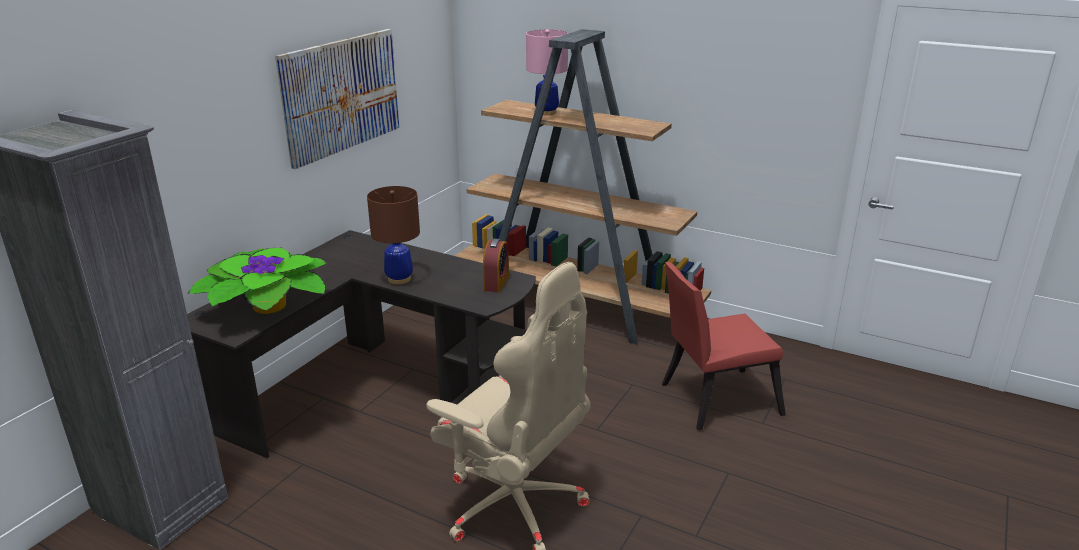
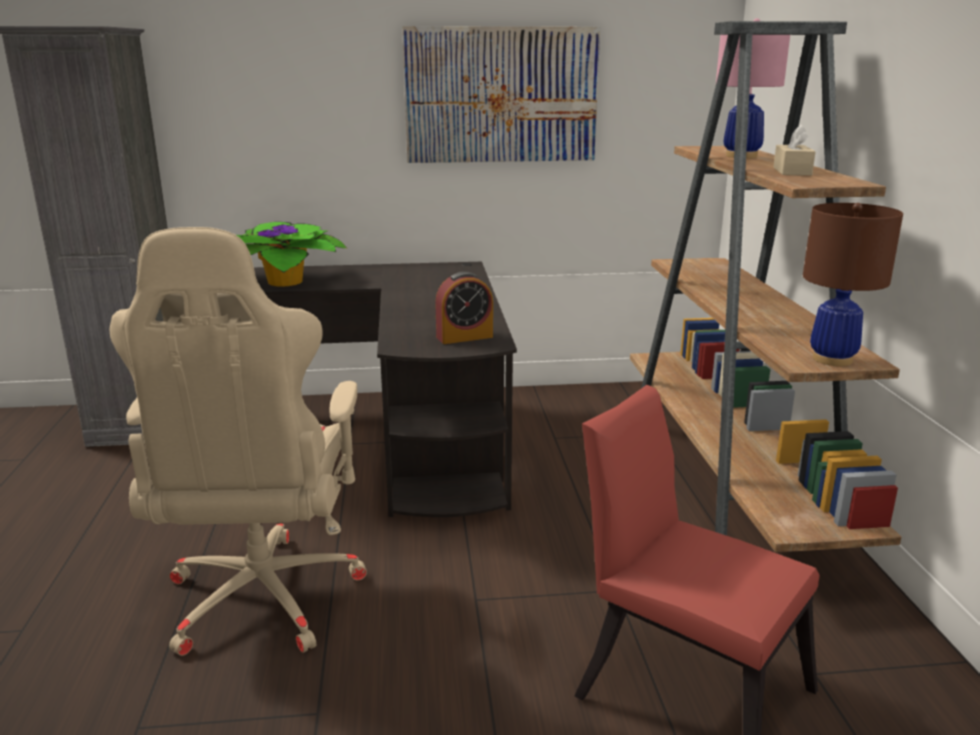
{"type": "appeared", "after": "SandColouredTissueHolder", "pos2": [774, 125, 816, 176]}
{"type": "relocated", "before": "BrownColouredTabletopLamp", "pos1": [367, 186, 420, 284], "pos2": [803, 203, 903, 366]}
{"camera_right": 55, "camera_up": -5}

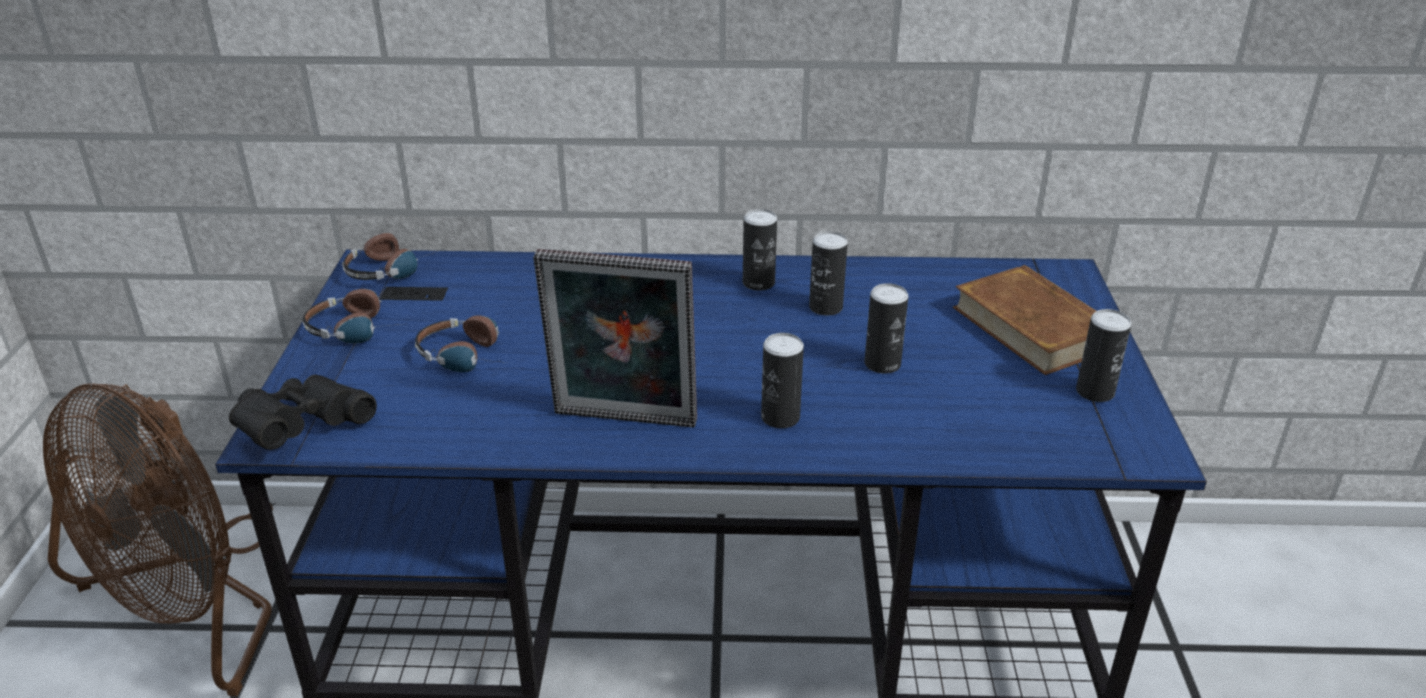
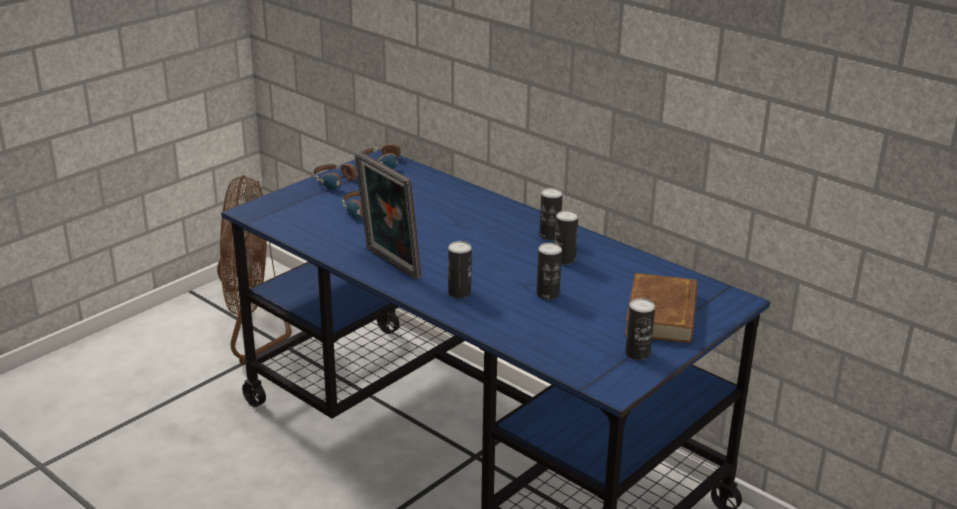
{"type": "missing", "before": "BlackFieldGlasses", "pos1": [229, 375, 377, 450]}
{"camera_right": 40, "camera_up": -5}

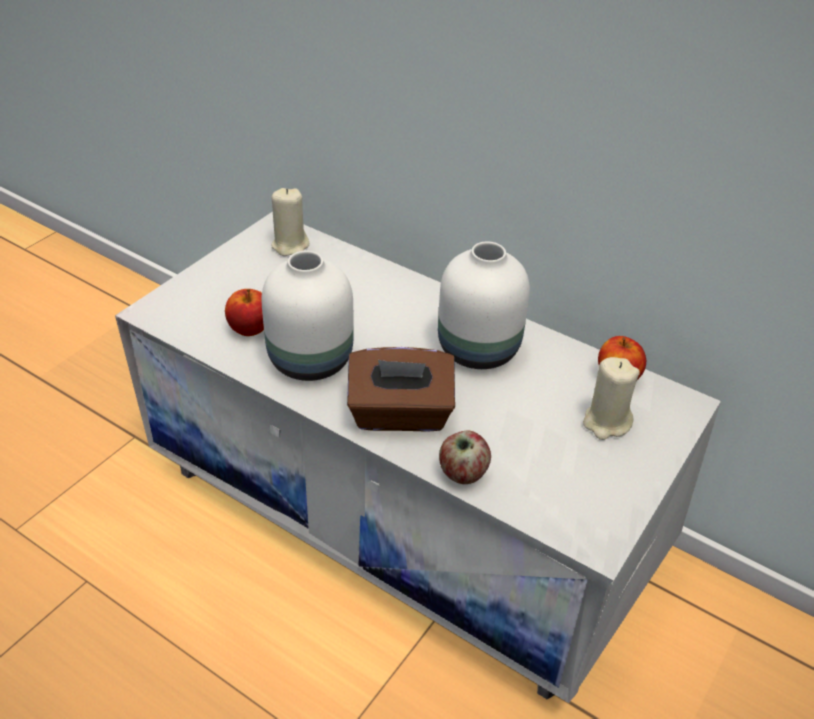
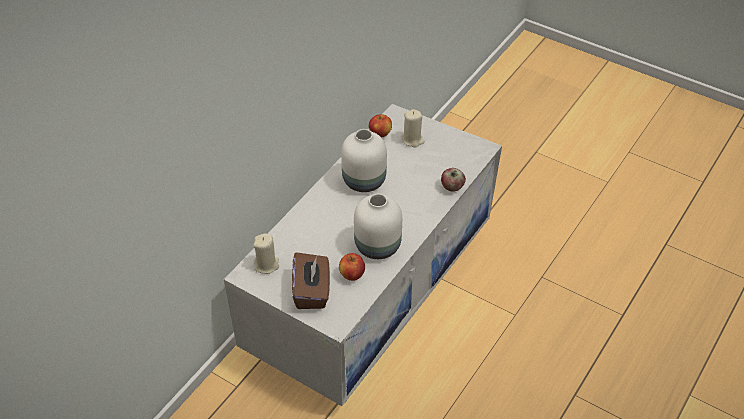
{"type": "relocated", "before": "BrownColouredTissueHolder", "pos1": [347, 347, 455, 432], "pos2": [292, 252, 330, 309]}
{"camera_right": -90, "camera_up": 5}

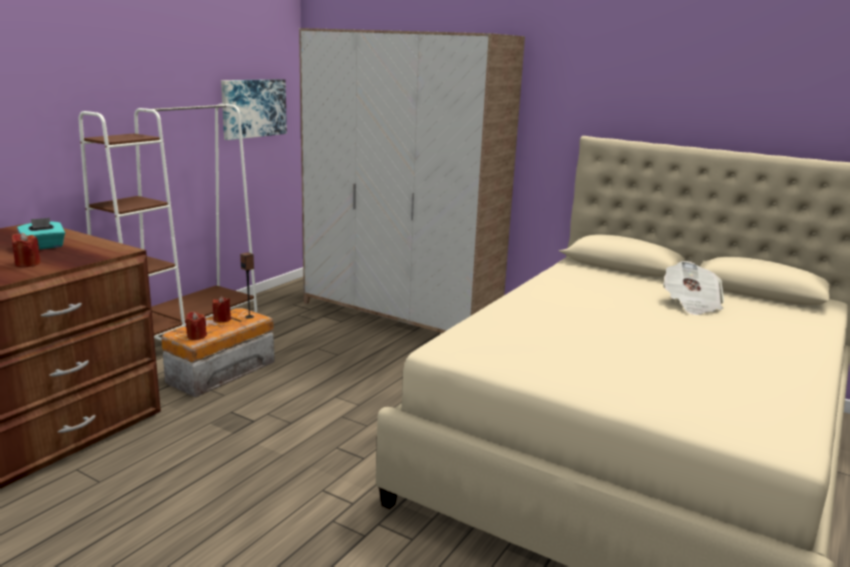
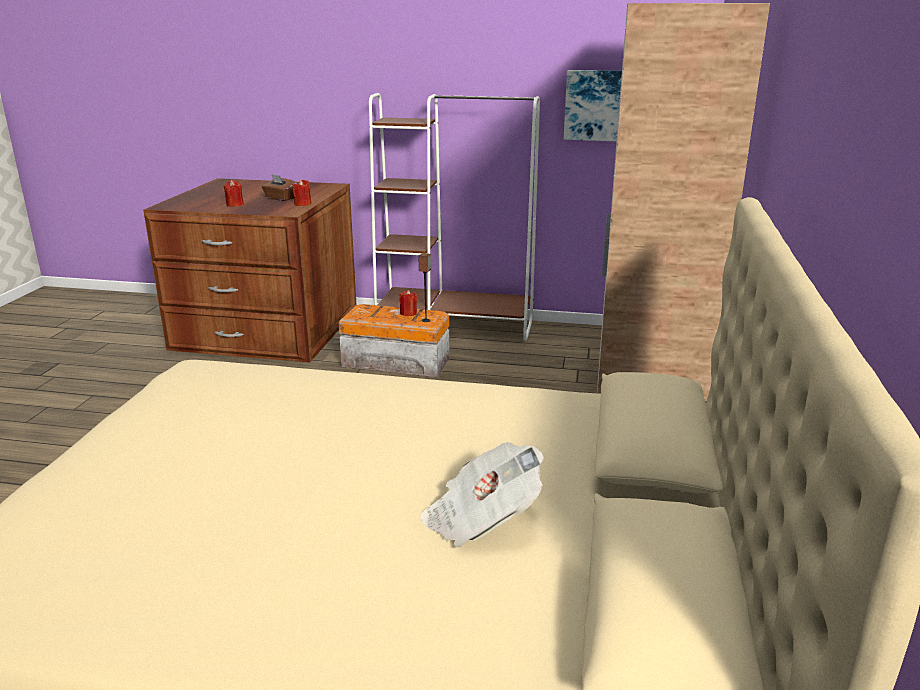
{"type": "colour", "before": "TurquoiseColouredTissueHolder", "after": "BrownColouredTissueHolder", "pos1": [17, 218, 65, 250], "pos2": [262, 174, 297, 201]}
{"type": "relocated", "before": "RedWaxCandle", "pos1": [185, 311, 207, 340], "pos2": [292, 179, 312, 206]}
{"camera_right": 70, "camera_up": 5}

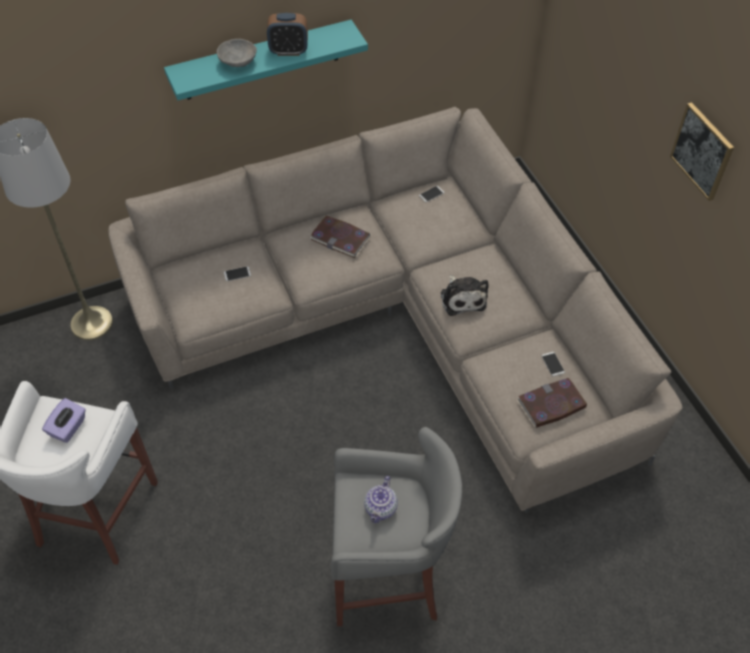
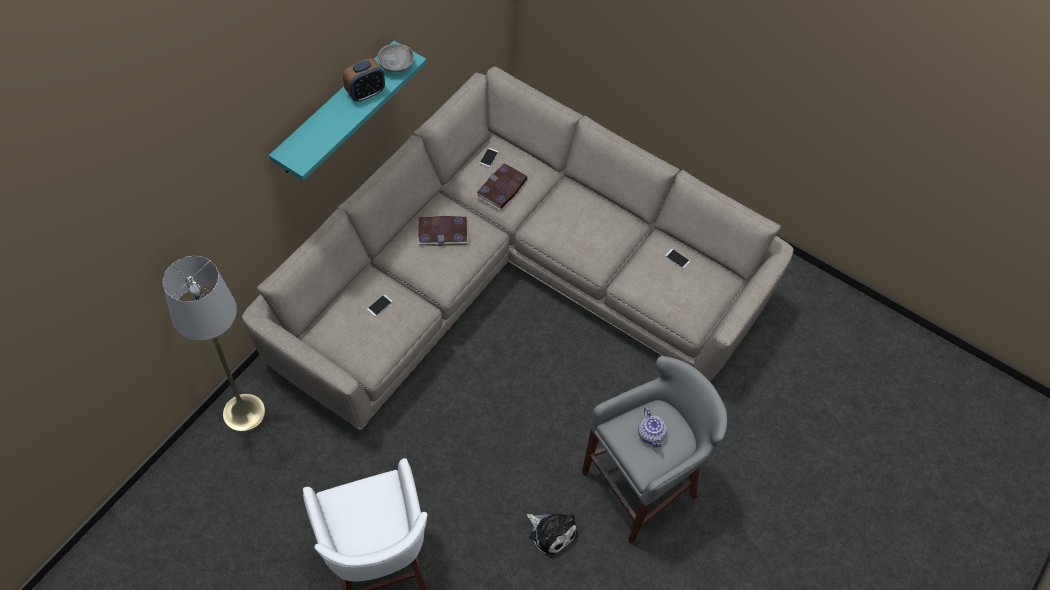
{"type": "relocated", "before": "GreyishServingBowl", "pos1": [217, 39, 257, 67], "pos2": [377, 44, 414, 72]}
{"type": "relocated", "before": "Volume", "pos1": [517, 378, 587, 428], "pos2": [476, 164, 527, 210]}
{"type": "relocated", "before": "PlushToy", "pos1": [441, 275, 489, 316], "pos2": [527, 513, 578, 558]}
{"type": "missing", "before": "PurplishTissueHolder", "pos1": [42, 398, 86, 443]}
{"type": "missing", "before": "WallPicture", "pos1": [670, 102, 734, 201]}
{"camera_right": -35, "camera_up": 5}

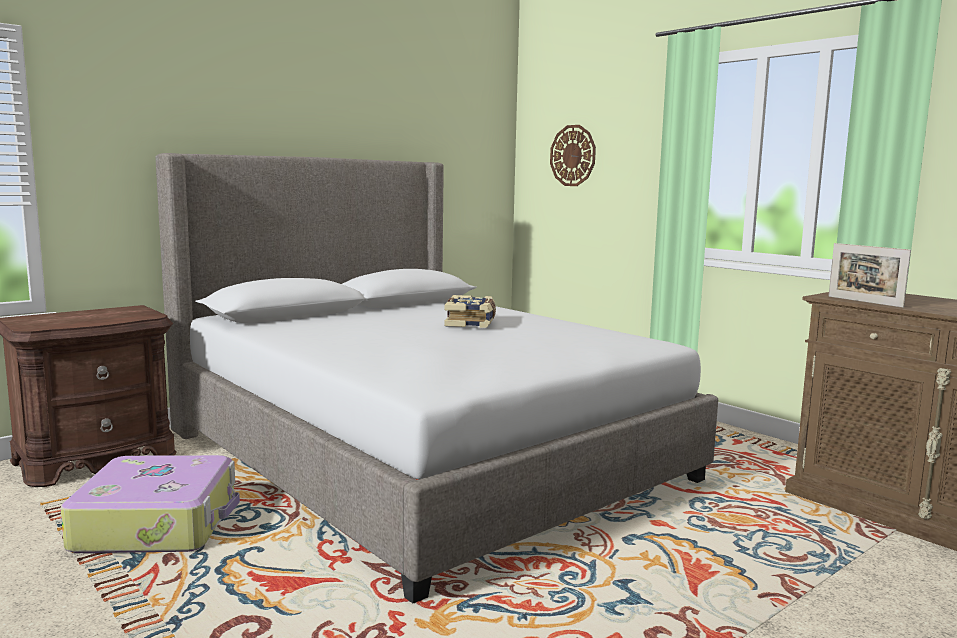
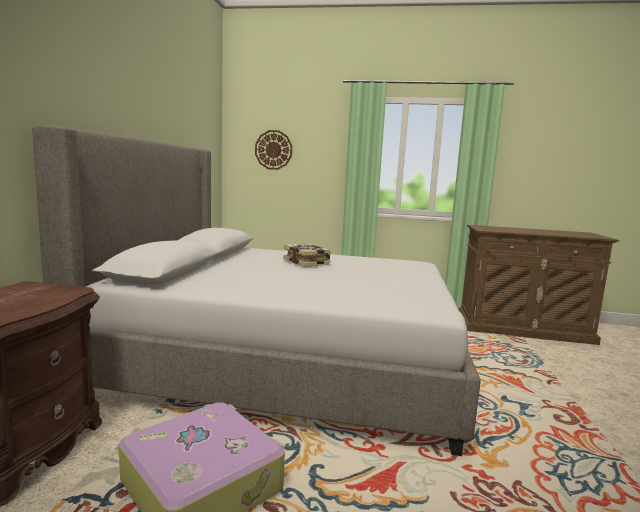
{"type": "missing", "before": "StandingFrame", "pos1": [829, 243, 911, 308]}
{"camera_right": -40, "camera_up": 0}

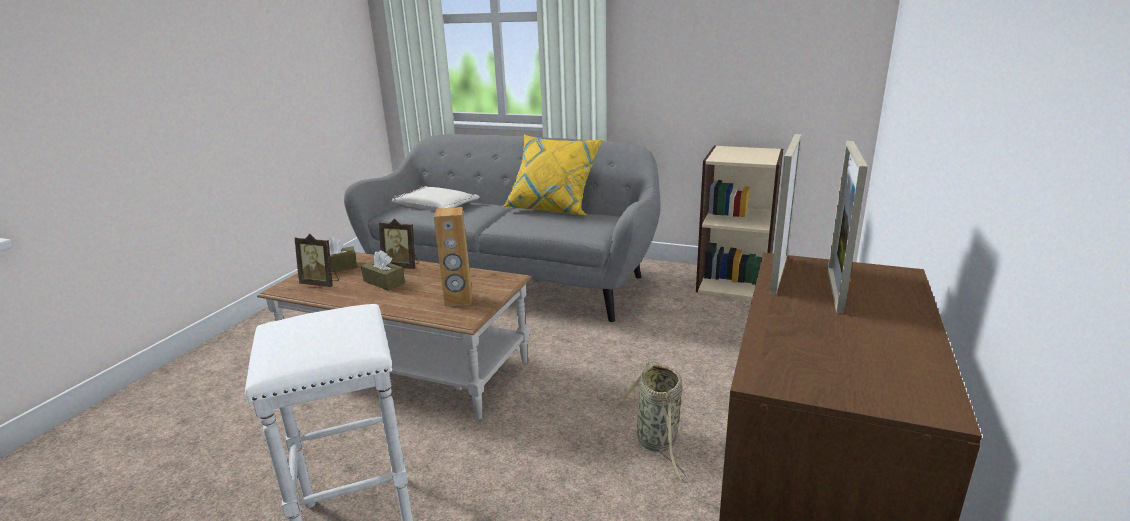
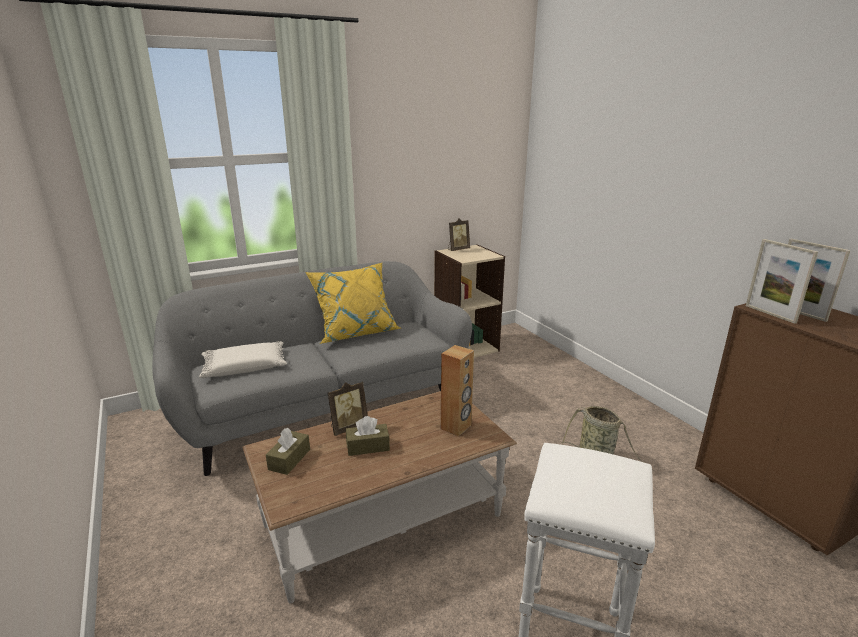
{"type": "relocated", "before": "StandingFrame", "pos1": [295, 234, 339, 287], "pos2": [448, 218, 470, 251]}
{"camera_right": -50, "camera_up": 0}

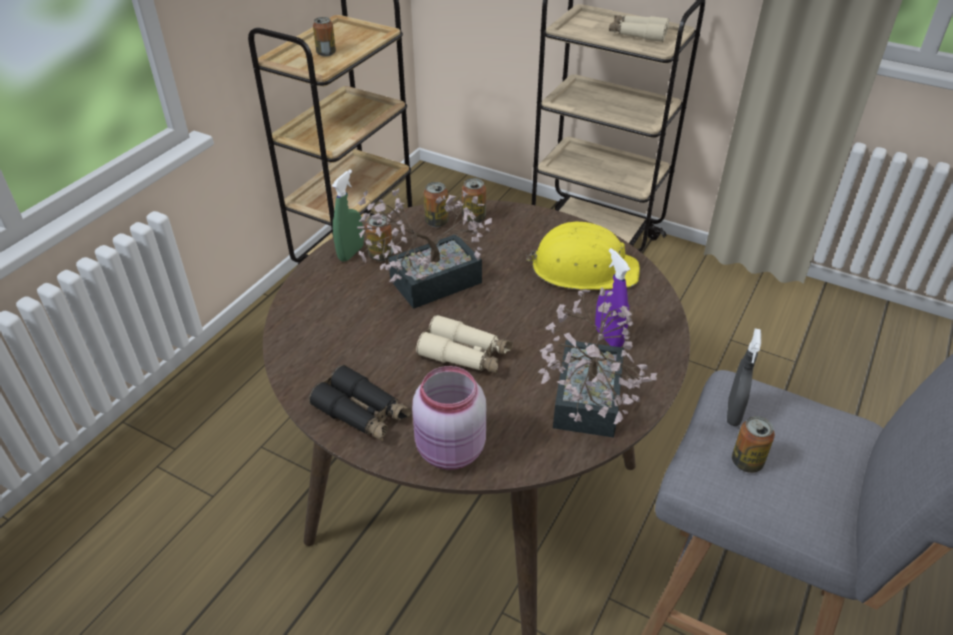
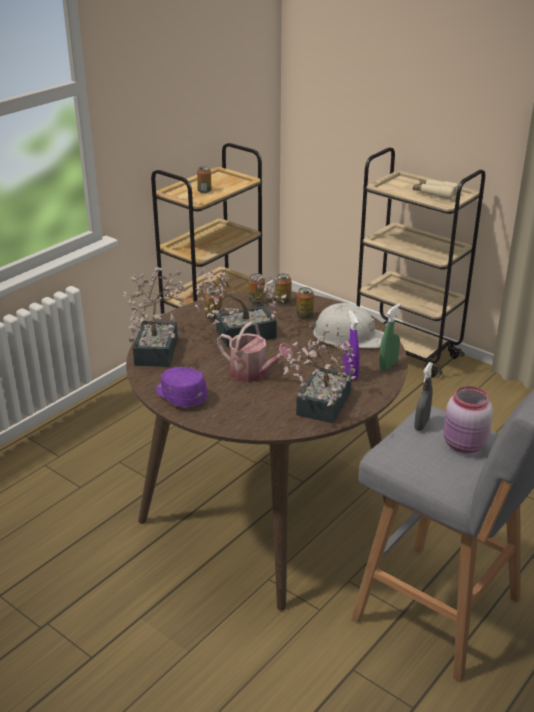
{"type": "appeared", "after": "PottedPlant", "pos2": [123, 267, 186, 367]}
{"type": "exchanged", "before": "BlackFieldGlasses", "after": "PurplishCap", "pos1": [309, 365, 411, 442], "pos2": [156, 367, 208, 407]}
{"type": "exchanged", "before": "SandColouredFieldGlasses", "after": "WateringCan", "pos1": [416, 315, 513, 374], "pos2": [217, 322, 293, 383]}
{"type": "relocated", "before": "MetalCan", "pos1": [732, 416, 775, 473], "pos2": [297, 287, 314, 319]}
{"type": "colour", "before": "YellowishSafetyHelmet", "after": "WhiteSafetyHelmet", "pos1": [526, 222, 640, 290], "pos2": [309, 303, 384, 348]}
{"type": "relocated", "before": "GreenColouredSprayBottle", "pos1": [332, 169, 364, 262], "pos2": [379, 304, 400, 371]}
{"type": "relocated", "before": "PinkishJar", "pos1": [412, 366, 486, 470], "pos2": [444, 386, 493, 453]}
{"camera_right": 10, "camera_up": -10}

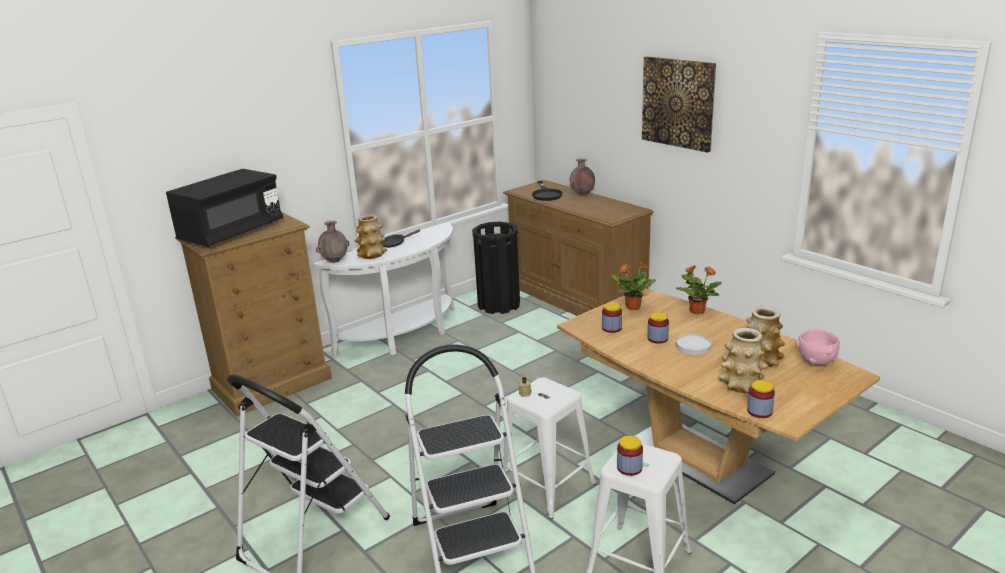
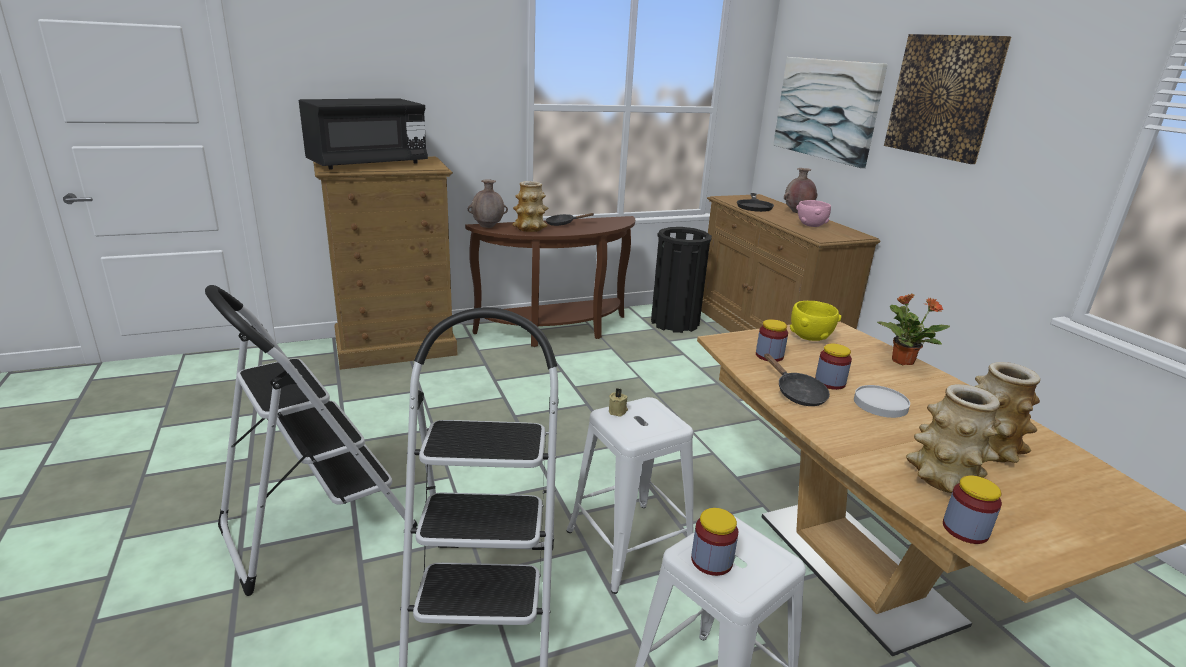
{"type": "colour", "before": "WhiteConsoleTable", "after": "BrownColouredConsoleTable", "pos1": [313, 222, 455, 356], "pos2": [465, 216, 635, 347]}
{"type": "appeared", "after": "BlackSkillet", "pos2": [764, 353, 830, 406]}
{"type": "appeared", "after": "WallPicture", "pos2": [773, 57, 888, 168]}
{"type": "exchanged", "before": "PottedPlant", "after": "YellowishServingBowl", "pos1": [611, 261, 656, 310], "pos2": [790, 301, 841, 341]}
{"type": "relocated", "before": "PinkishServingBowl", "pos1": [796, 329, 840, 366], "pos2": [796, 200, 831, 227]}
{"camera_right": 15, "camera_up": 0}

